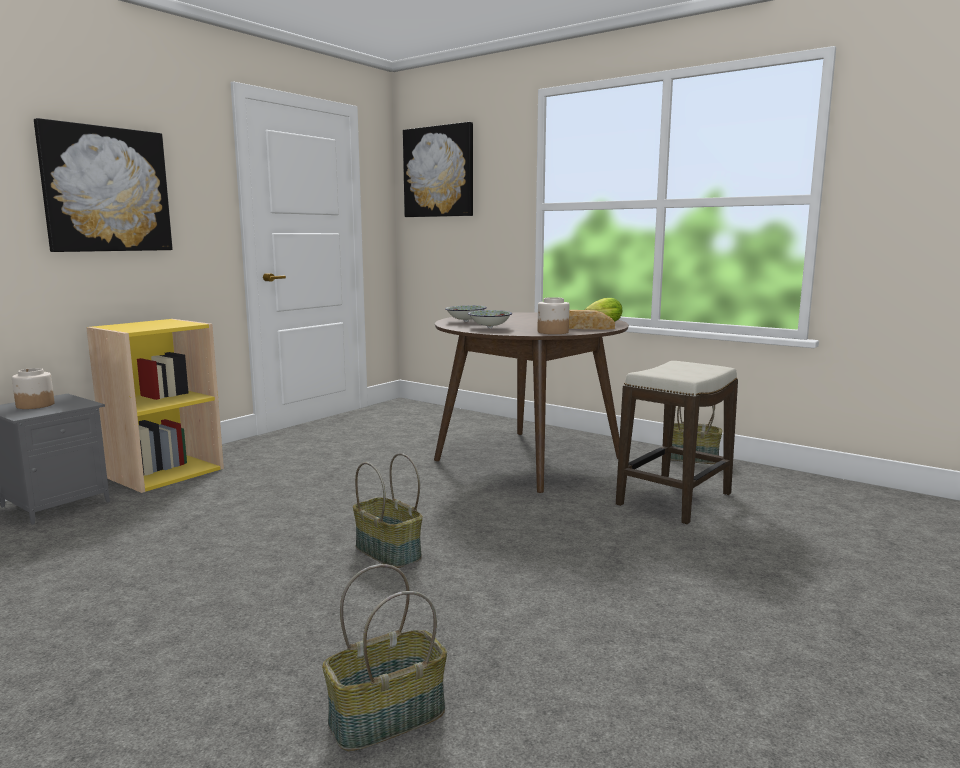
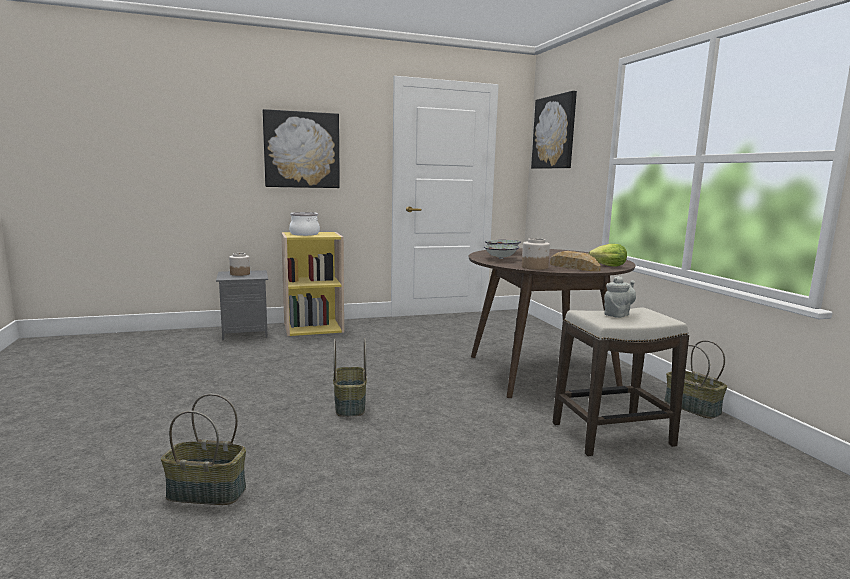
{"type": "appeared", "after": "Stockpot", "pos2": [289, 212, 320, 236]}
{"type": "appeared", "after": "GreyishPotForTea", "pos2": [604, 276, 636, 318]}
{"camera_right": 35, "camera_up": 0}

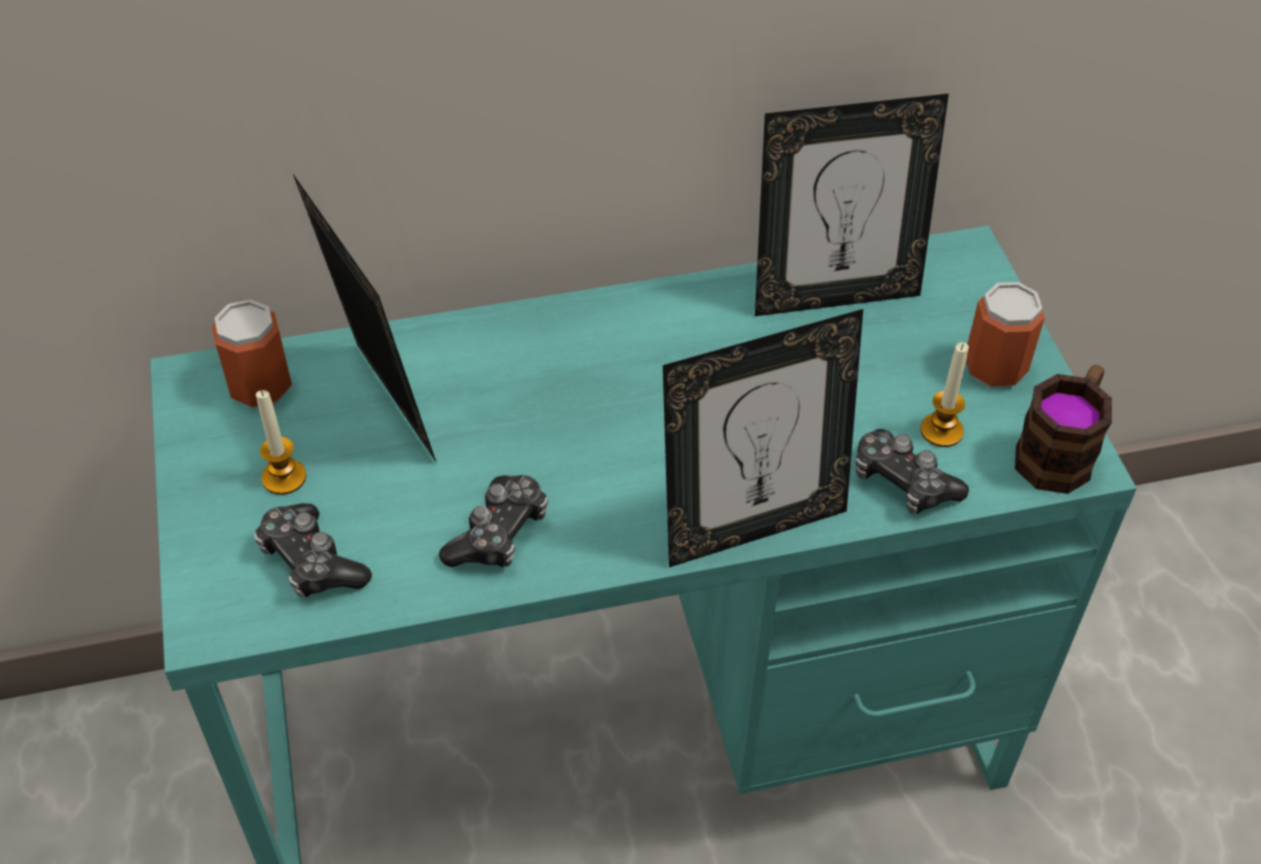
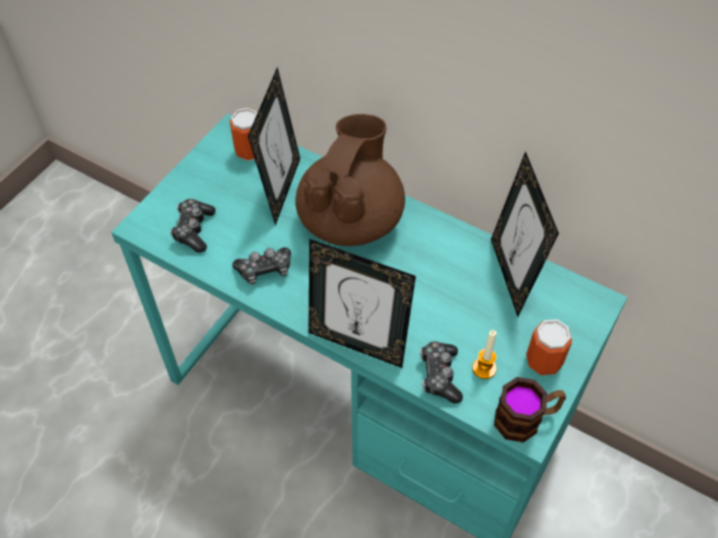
{"type": "appeared", "after": "BrownColouredPotForTea", "pos2": [295, 114, 405, 246]}
{"type": "spun", "before": "StandingFrame", "pos1": [755, 94, 949, 316], "pos2": [491, 151, 559, 317], "turn": 45}
{"type": "missing", "before": "WaxCandle", "pos1": [256, 390, 306, 495]}
{"camera_right": 45, "camera_up": 5}

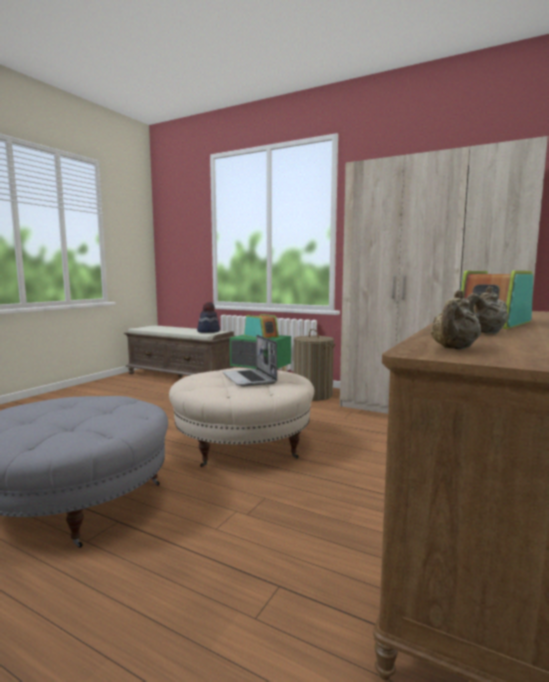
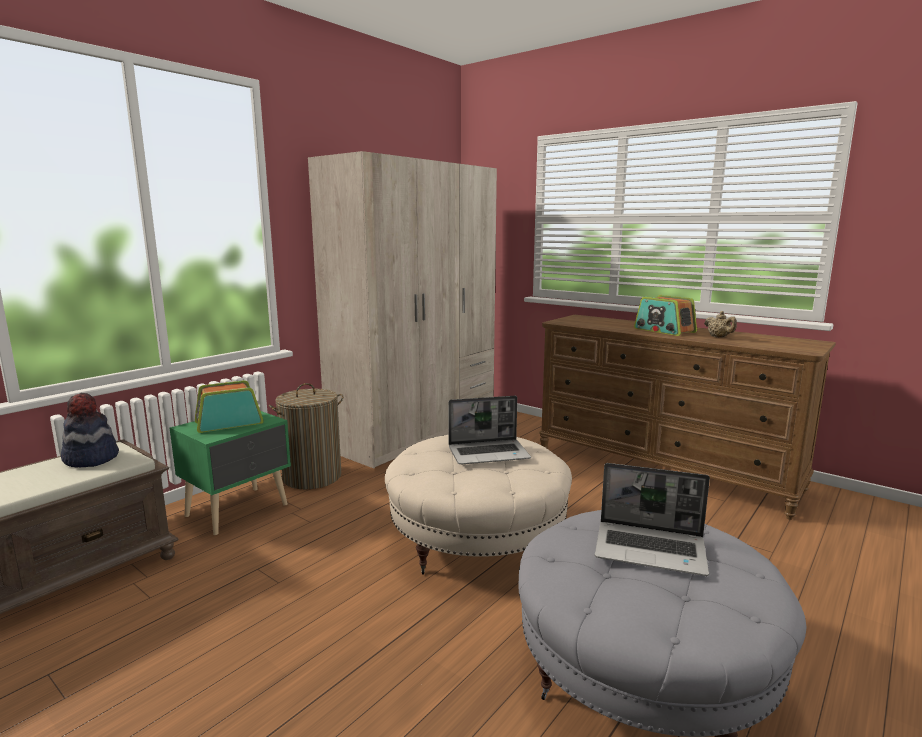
{"type": "appeared", "after": "NotebookComputer", "pos2": [595, 463, 710, 576]}
{"type": "missing", "before": "SandColouredPotForTea", "pos1": [431, 290, 481, 349]}
{"camera_right": -80, "camera_up": 5}

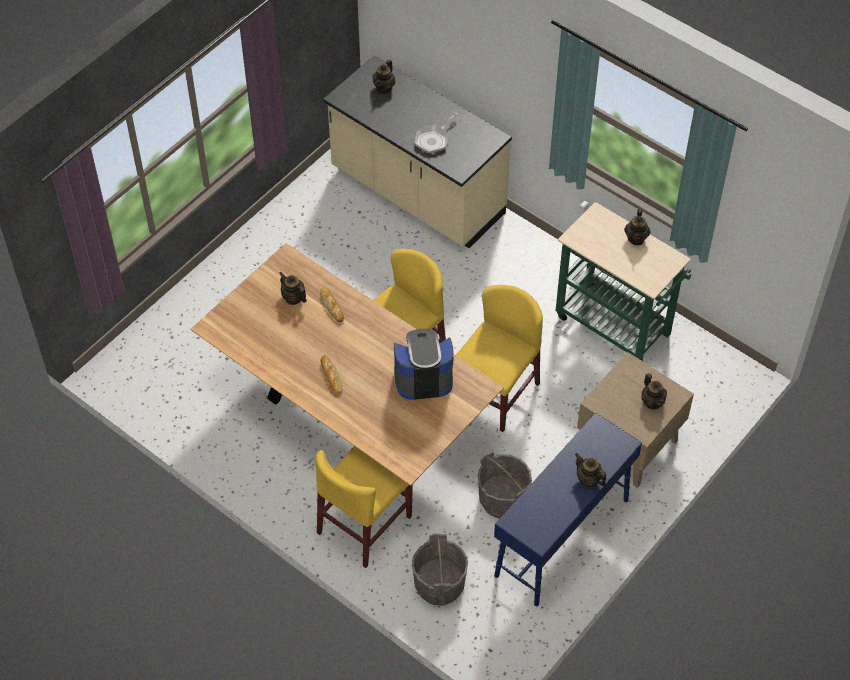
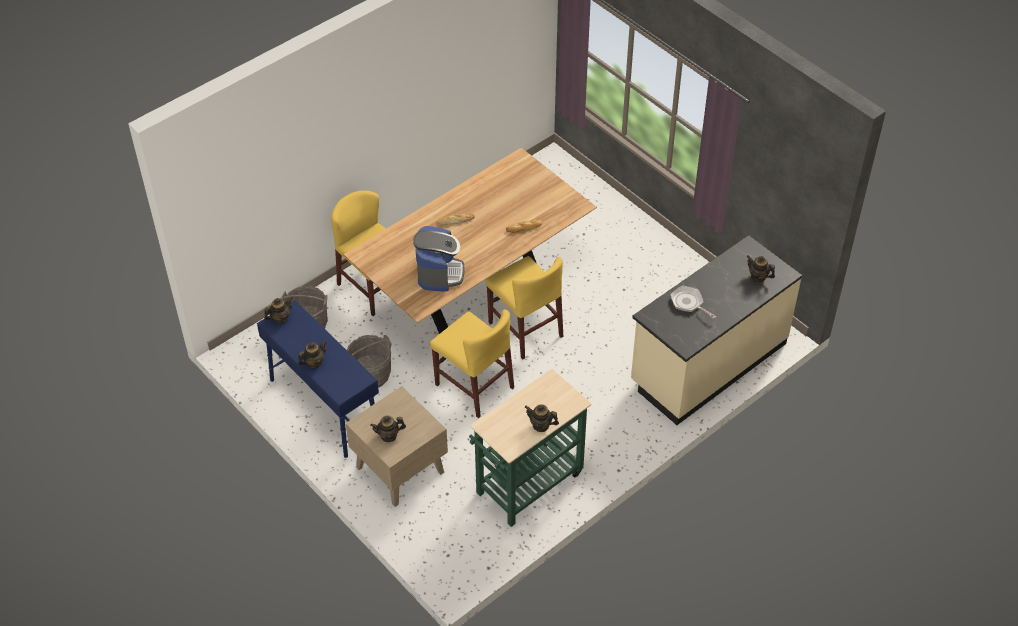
{"type": "relocated", "before": "PotForTea", "pos1": [279, 272, 307, 305], "pos2": [264, 297, 293, 324]}
{"camera_right": 100, "camera_up": -5}

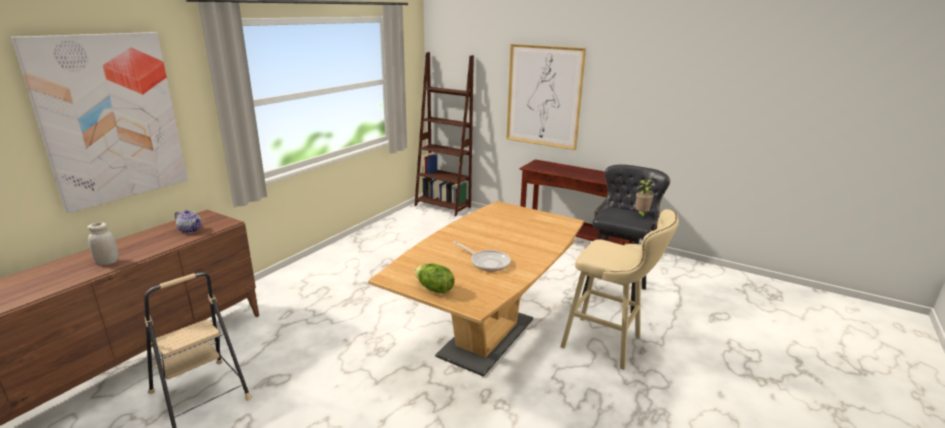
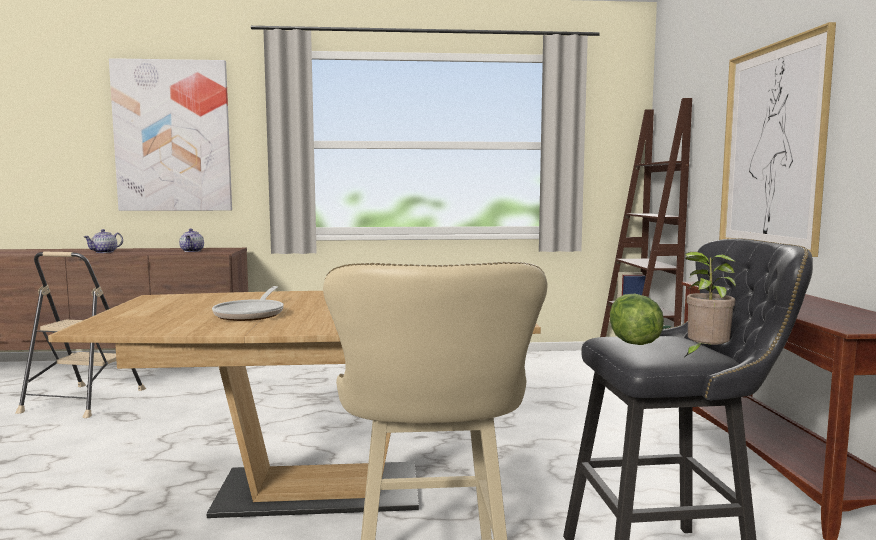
{"type": "exchanged", "before": "WhiteJar", "after": "PotForTea", "pos1": [87, 223, 118, 265], "pos2": [84, 229, 123, 253]}
{"type": "relocated", "before": "Lettuce", "pos1": [415, 263, 455, 293], "pos2": [610, 294, 664, 345]}
{"camera_right": 55, "camera_up": -15}

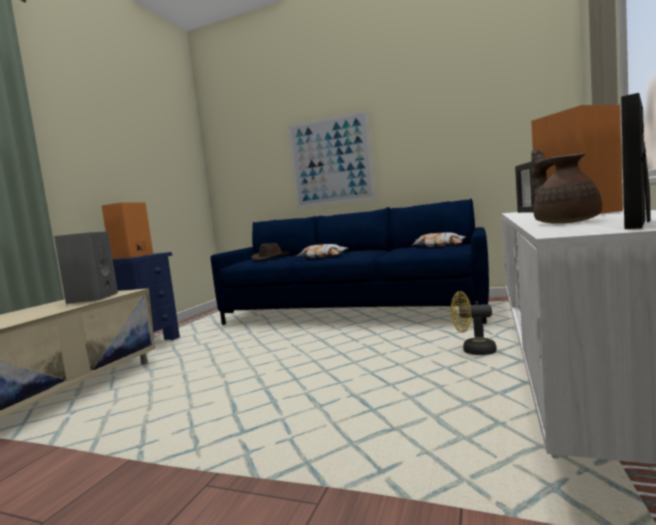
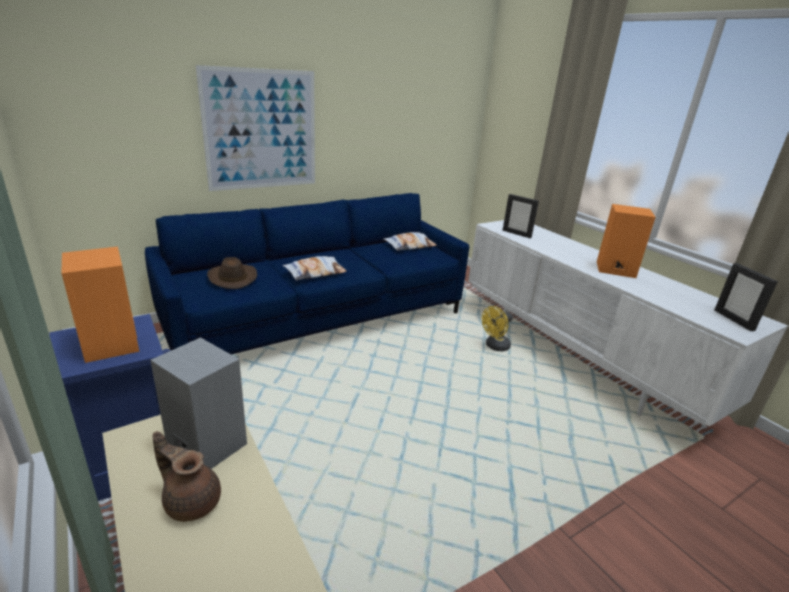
{"type": "relocated", "before": "BrownColouredPotForTea", "pos1": [532, 149, 602, 224], "pos2": [153, 431, 221, 522]}
{"camera_right": -55, "camera_up": 20}

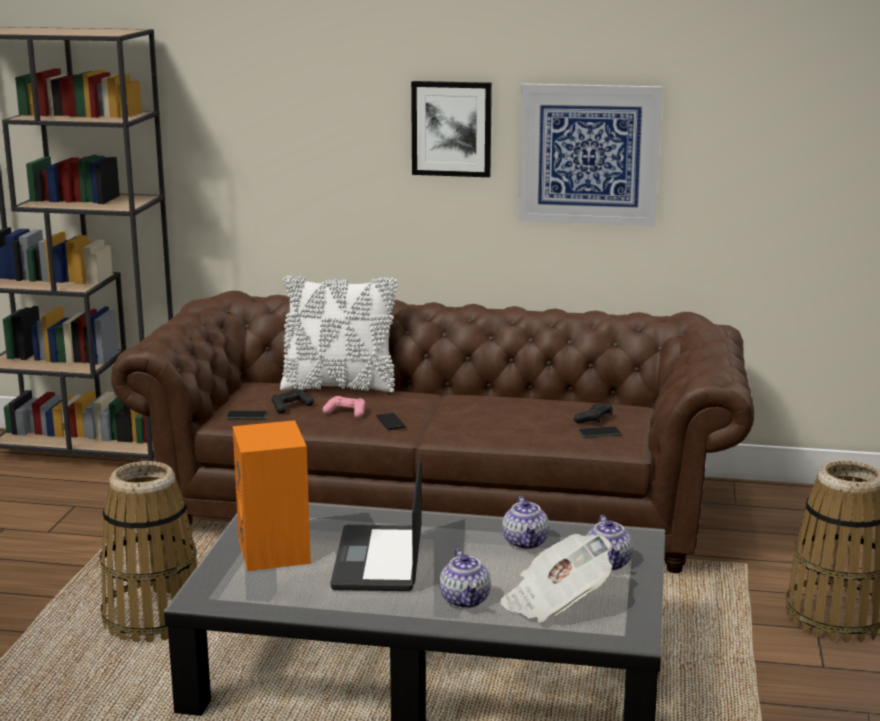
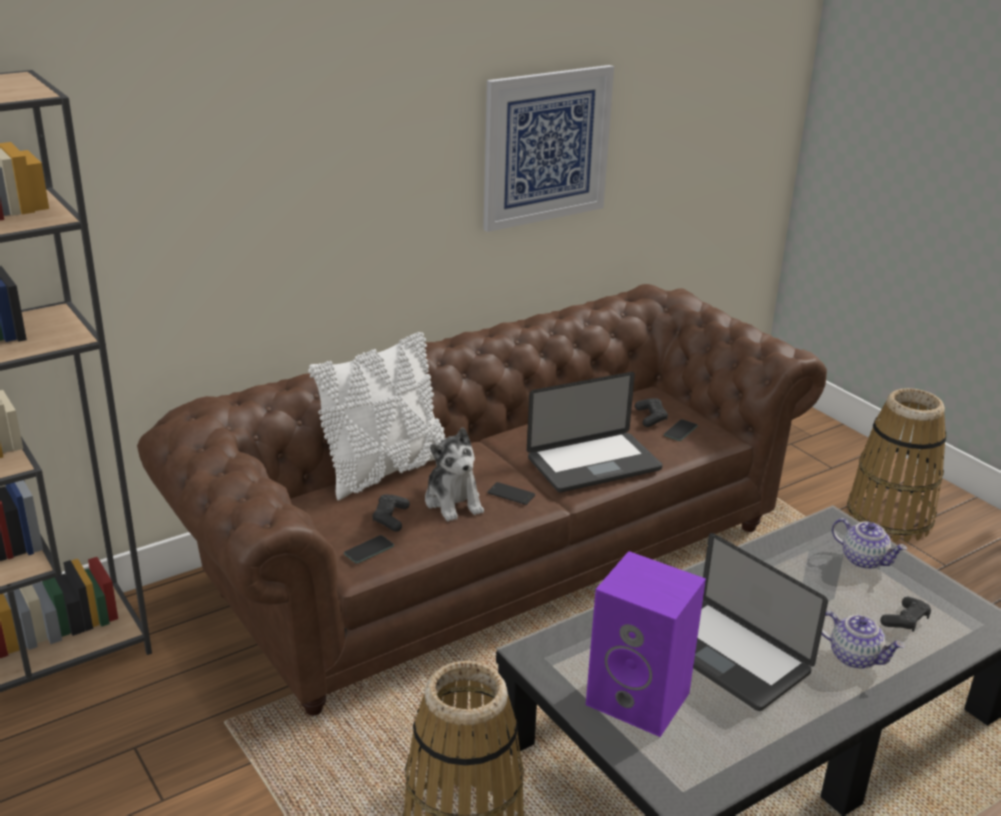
{"type": "exchanged", "before": "PinkishGameController", "after": "PlushToy", "pos1": [323, 396, 365, 418], "pos2": [425, 427, 484, 521]}
{"type": "appeared", "after": "NotebookComputer", "pos2": [527, 372, 663, 492]}
{"type": "colour", "before": "OrangeColouredSpeaker", "after": "PurplishSpeaker", "pos1": [233, 420, 311, 571], "pos2": [586, 551, 706, 737]}
{"type": "exchanged", "before": "Newspaper", "after": "BlackGameController", "pos1": [501, 534, 612, 622], "pos2": [880, 597, 931, 632]}
{"type": "missing", "before": "WallPicture", "pos1": [411, 81, 492, 177]}
{"type": "missing", "before": "PotForTea", "pos1": [502, 496, 549, 549]}
{"camera_right": -45, "camera_up": 10}

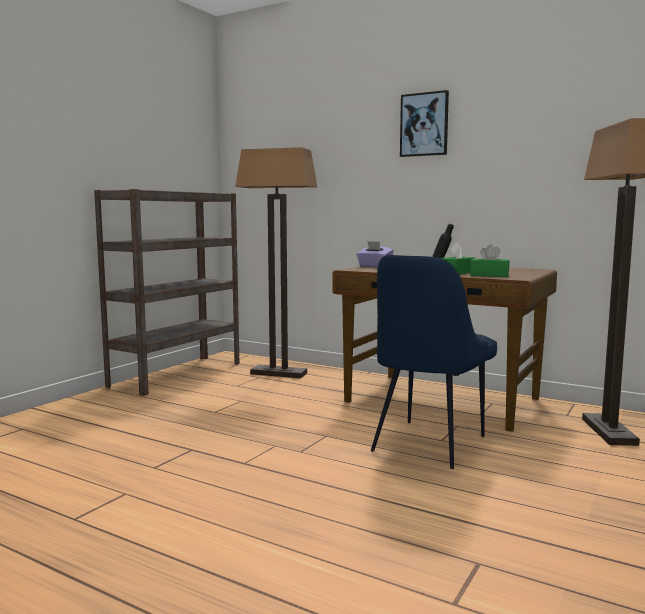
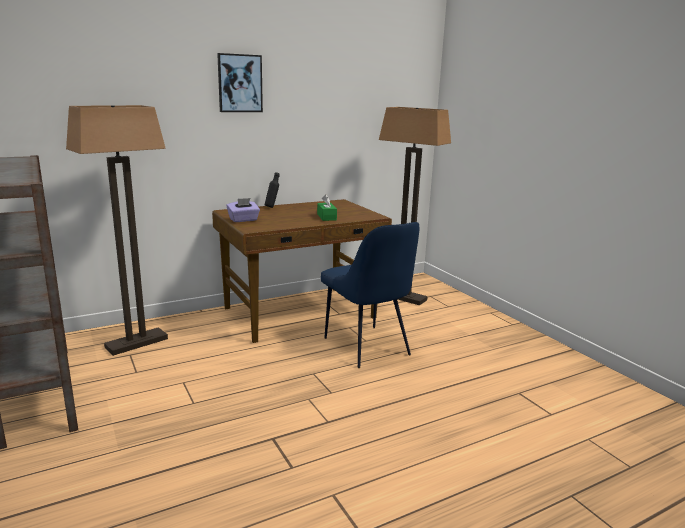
{"type": "missing", "before": "GreenColouredTissueHolder", "pos1": [470, 244, 510, 277]}
{"camera_right": -60, "camera_up": 10}

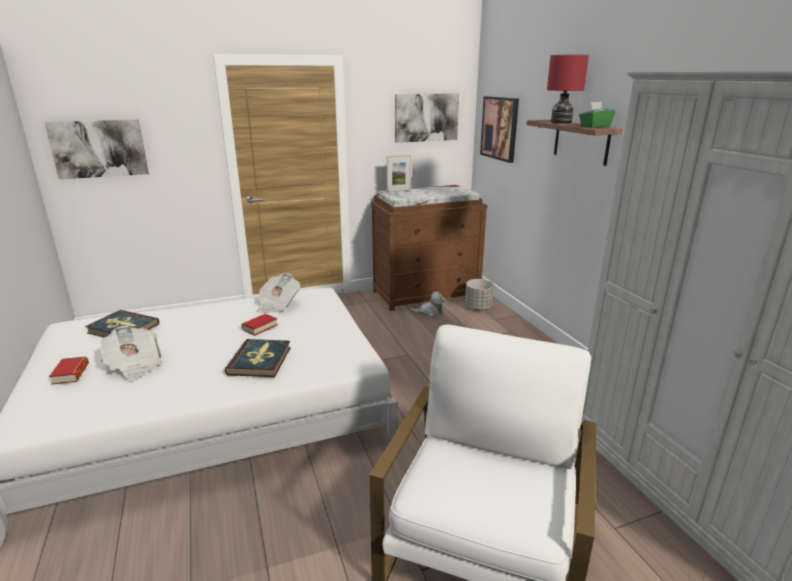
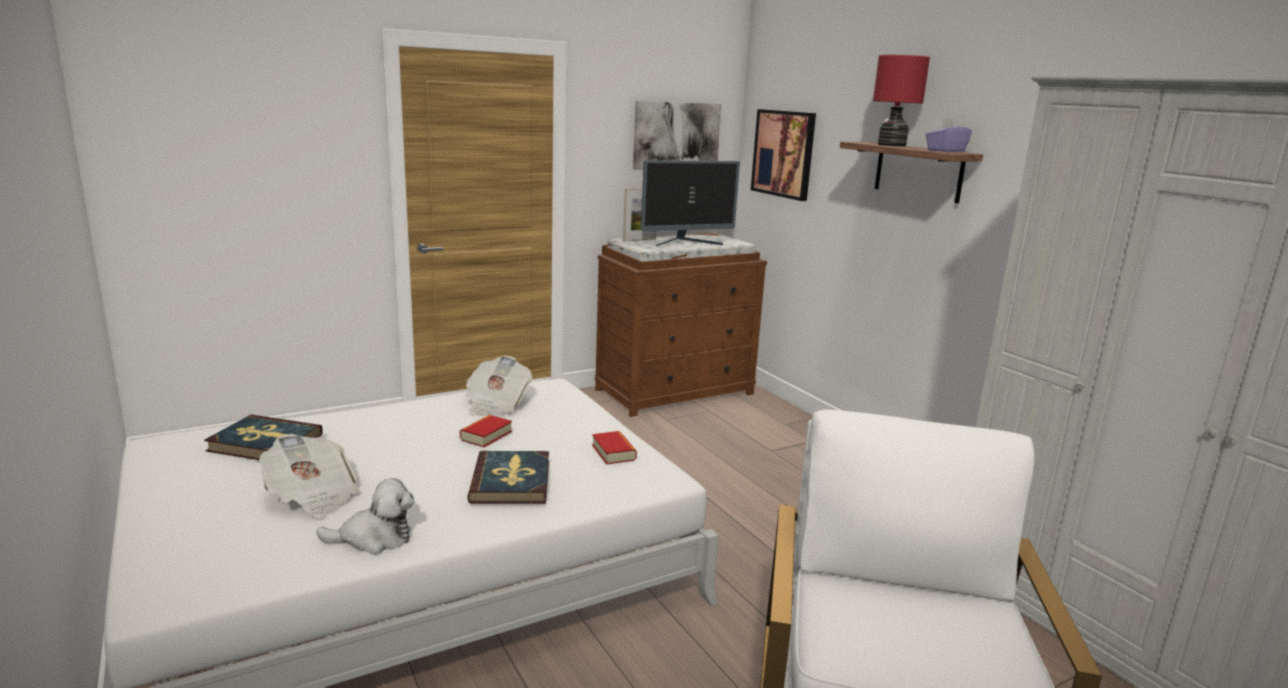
{"type": "relocated", "before": "PlushToy", "pos1": [411, 291, 445, 317], "pos2": [316, 478, 414, 555]}
{"type": "relocated", "before": "Volume", "pos1": [49, 357, 89, 385], "pos2": [592, 431, 637, 465]}
{"type": "appeared", "after": "ComputerDisplay", "pos2": [641, 160, 740, 246]}
{"type": "colour", "before": "GreenColouredTissueHolder", "after": "PurplishTissueHolder", "pos1": [579, 102, 615, 128], "pos2": [926, 118, 972, 152]}
{"type": "missing", "before": "WallPicture", "pos1": [44, 119, 149, 179]}
{"type": "missing", "before": "GreyishPlanter", "pos1": [465, 279, 494, 310]}
{"camera_right": -10, "camera_up": -5}

